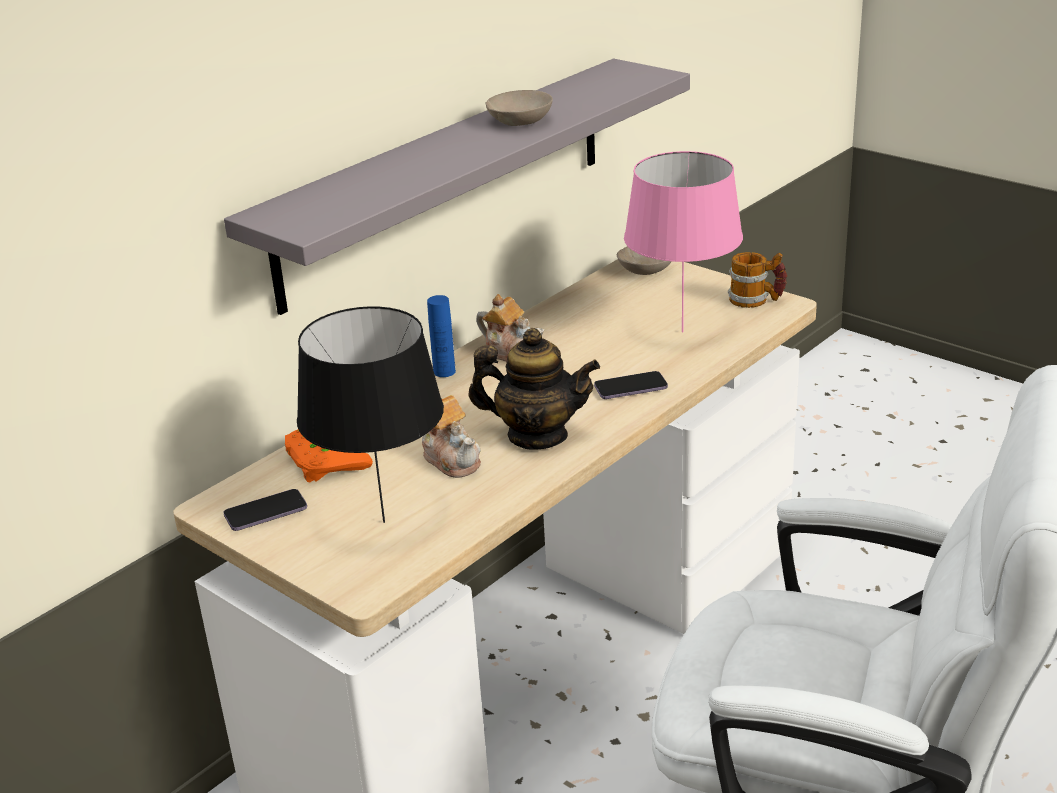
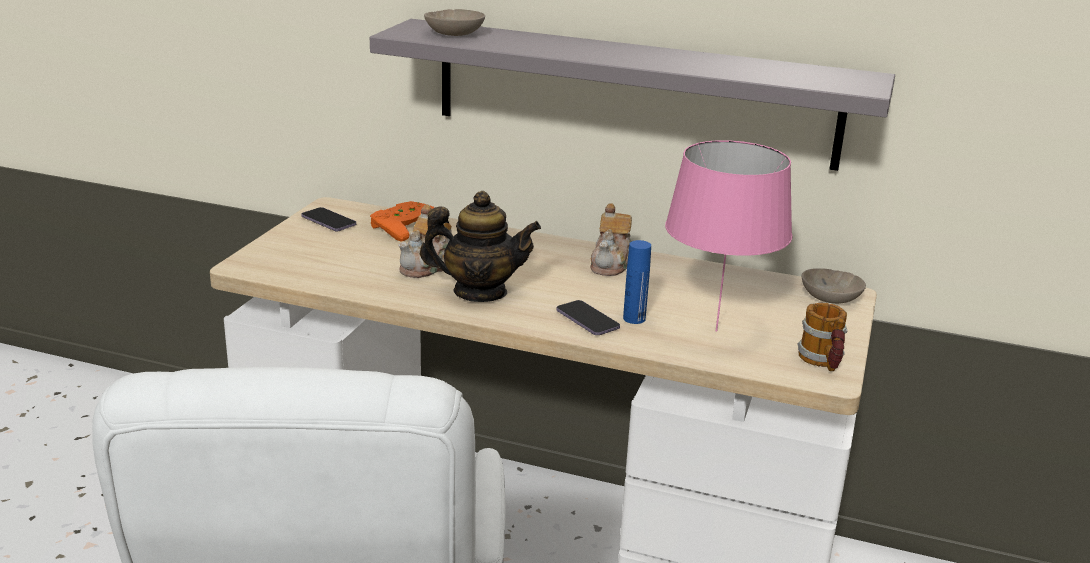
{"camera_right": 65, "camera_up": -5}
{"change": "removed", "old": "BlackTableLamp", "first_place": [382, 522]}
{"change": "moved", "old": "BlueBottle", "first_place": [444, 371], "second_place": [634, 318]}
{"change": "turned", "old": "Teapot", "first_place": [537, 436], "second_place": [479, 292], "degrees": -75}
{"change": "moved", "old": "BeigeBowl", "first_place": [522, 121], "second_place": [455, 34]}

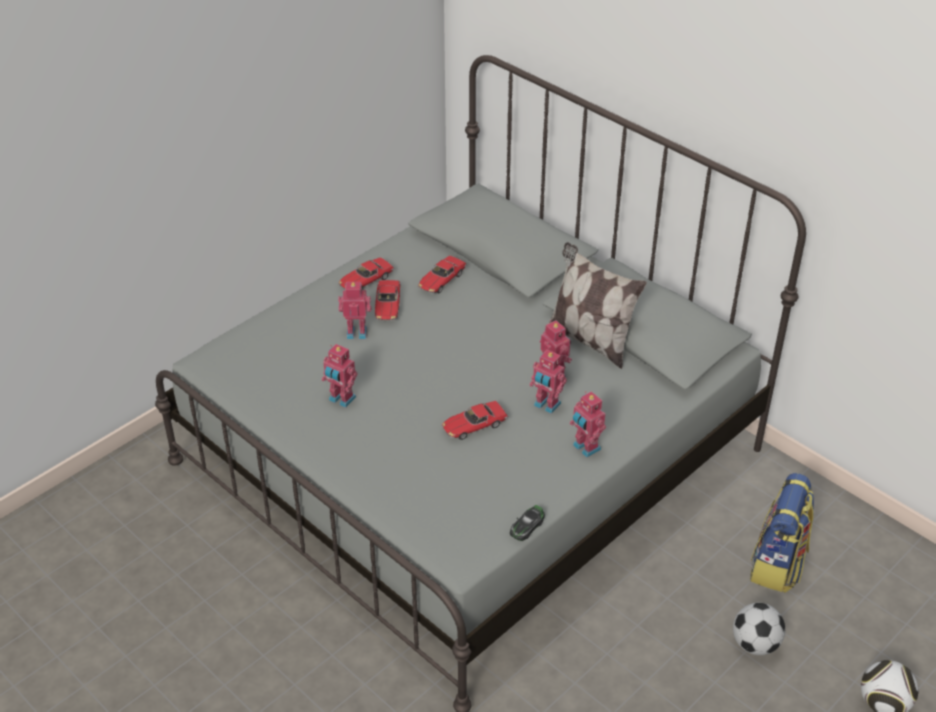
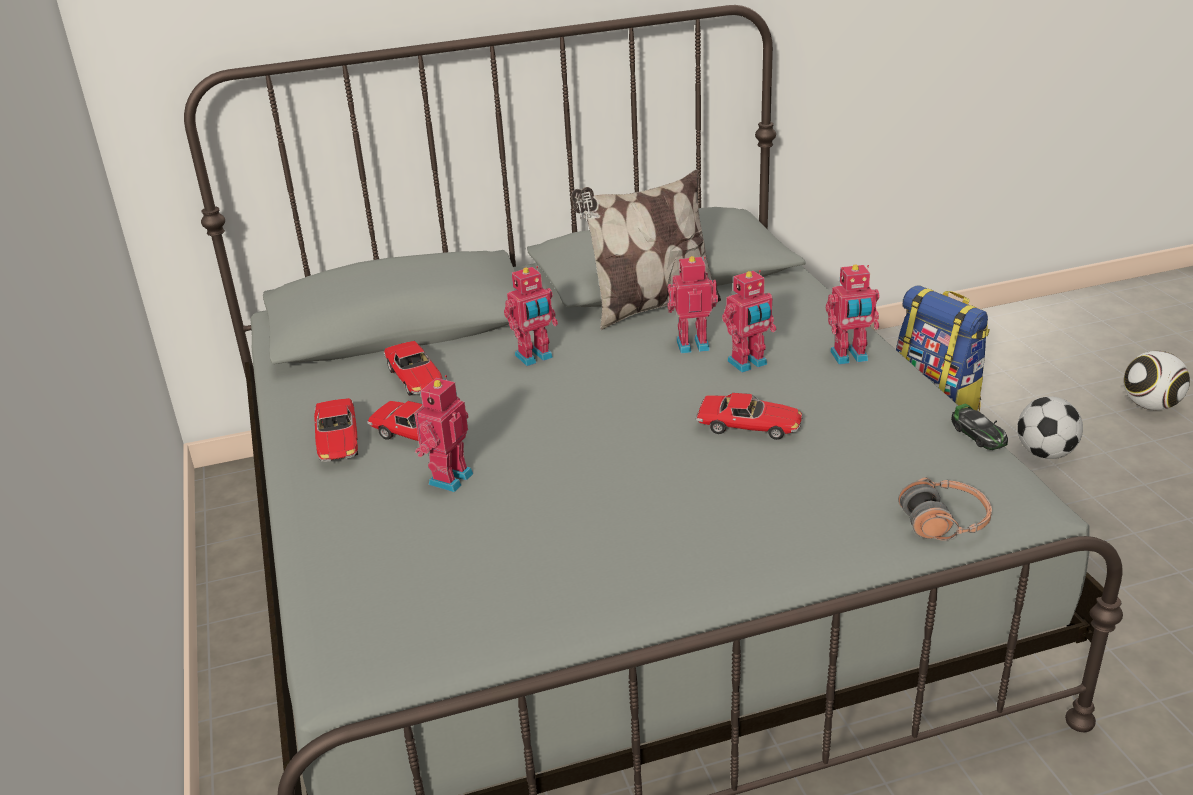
{"camera_right": -60, "camera_up": -10}
{"change": "moved", "old": "ToyRobot", "first_place": [341, 399], "second_place": [535, 357]}
{"change": "turned", "old": "ToyCar", "first_place": [474, 426], "second_place": [749, 426], "degrees": -75}
{"change": "added", "new": "Headphones", "second_place": [944, 522]}

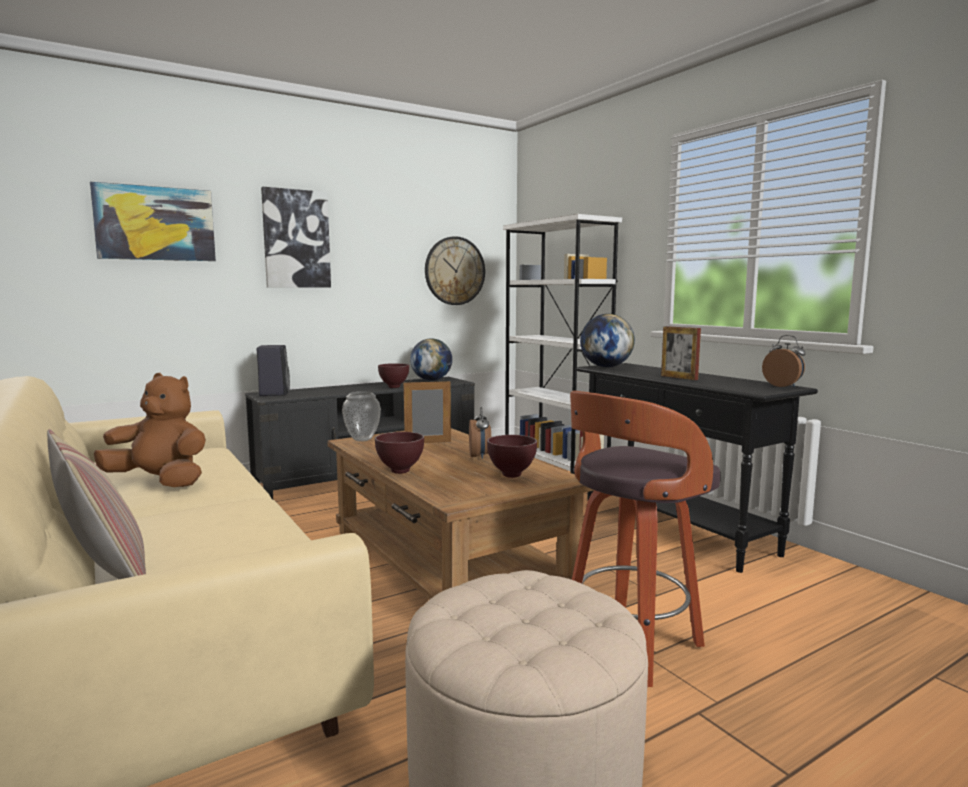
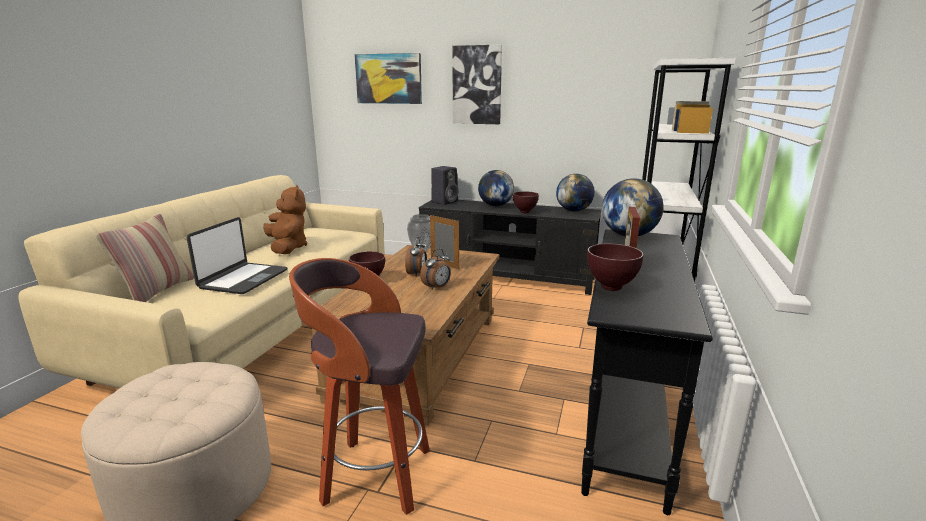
{"camera_right": 50, "camera_up": 10}
{"change": "removed", "old": "WallClock", "first_place": [454, 271]}
{"change": "moved", "old": "BrownBowl", "first_place": [512, 475], "second_place": [612, 288]}
{"change": "moved", "old": "AlarmClock", "first_place": [783, 386], "second_place": [417, 274]}
{"change": "added", "new": "Laptop", "second_place": [243, 279]}
{"change": "added", "new": "Globe", "second_place": [495, 205]}

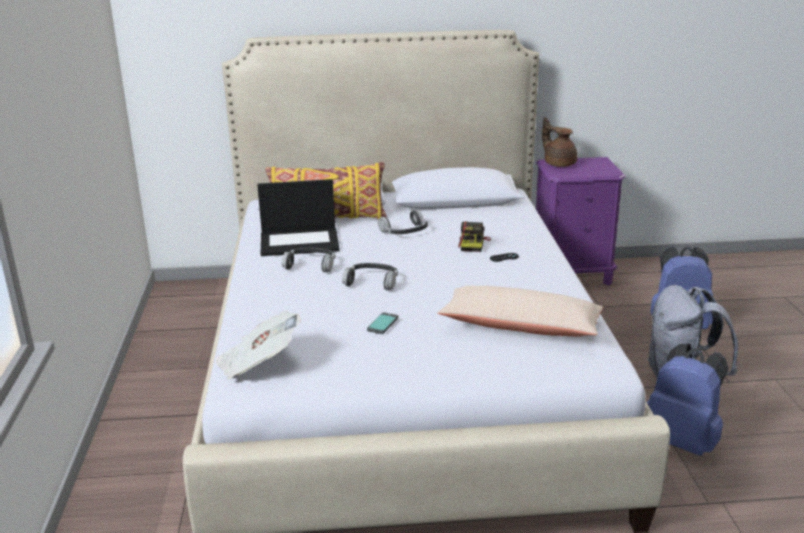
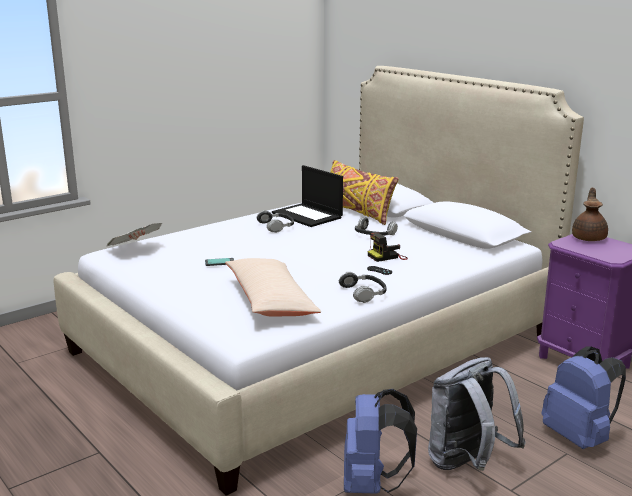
{"camera_right": 55, "camera_up": -5}
{"change": "moved", "old": "Headphones", "first_place": [372, 282], "second_place": [364, 293]}

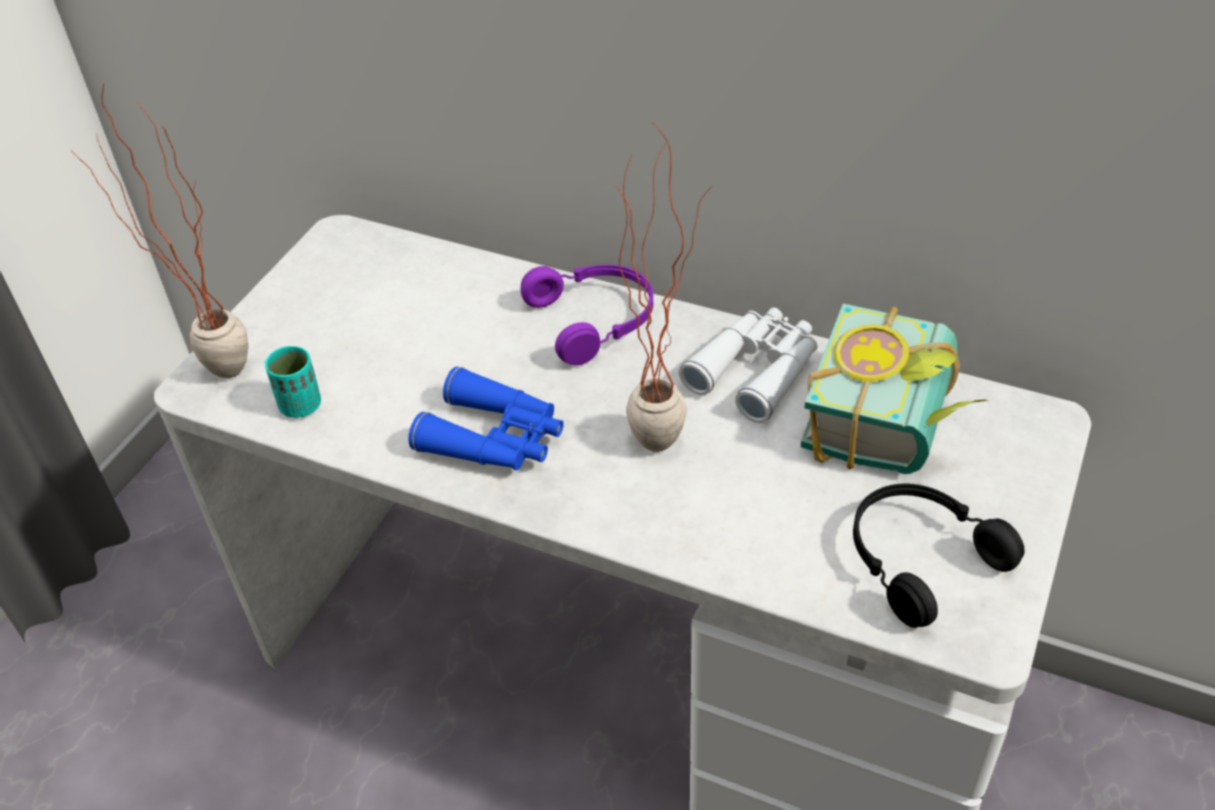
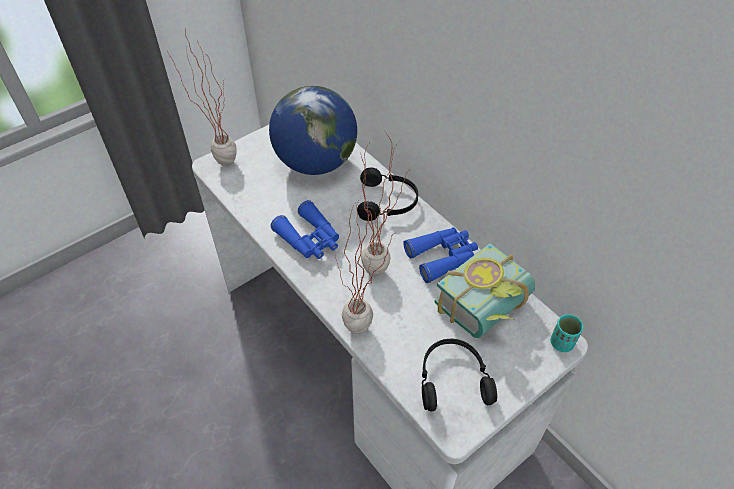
{"camera_right": 25, "camera_up": 5}
{"change": "moved", "old": "TurquoiseCup", "first_place": [301, 405], "second_place": [562, 343]}
{"change": "recoloured", "old": "PurpleHeadphones", "new": "BlackHeadphones", "first_place": [595, 320], "second_place": [388, 202]}
{"change": "recoloured", "old": "WhiteBinoculars", "new": "BlueBinoculars", "first_place": [756, 370], "second_place": [442, 257]}
{"change": "added", "new": "Globe", "second_place": [316, 163]}
{"change": "added", "new": "PottedPlant", "second_place": [364, 334]}

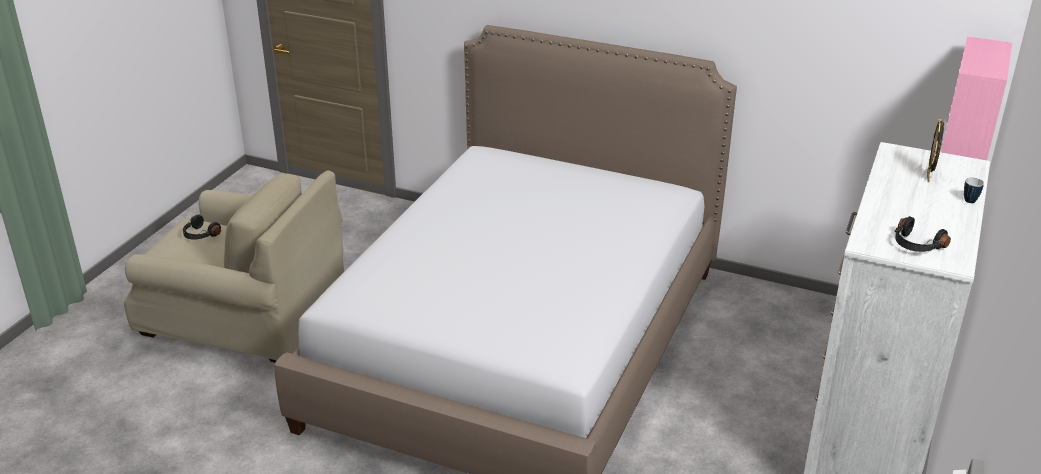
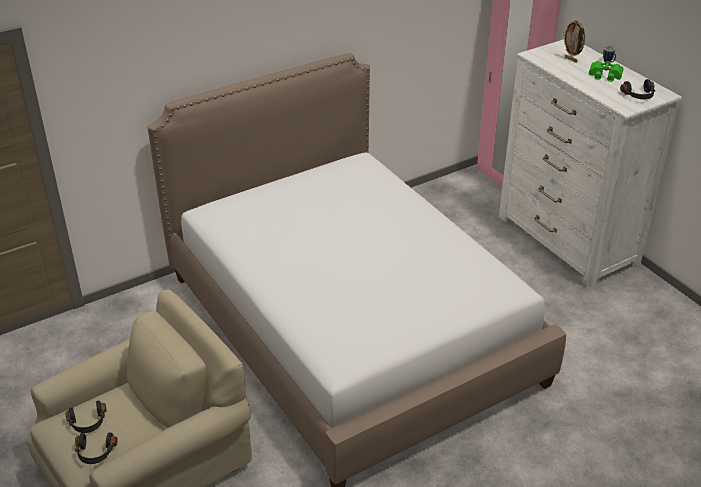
{"camera_right": -55, "camera_up": 5}
{"change": "added", "new": "BlackHeadphones", "second_place": [95, 453]}
{"change": "added", "new": "GreenBinoculars", "second_place": [605, 75]}

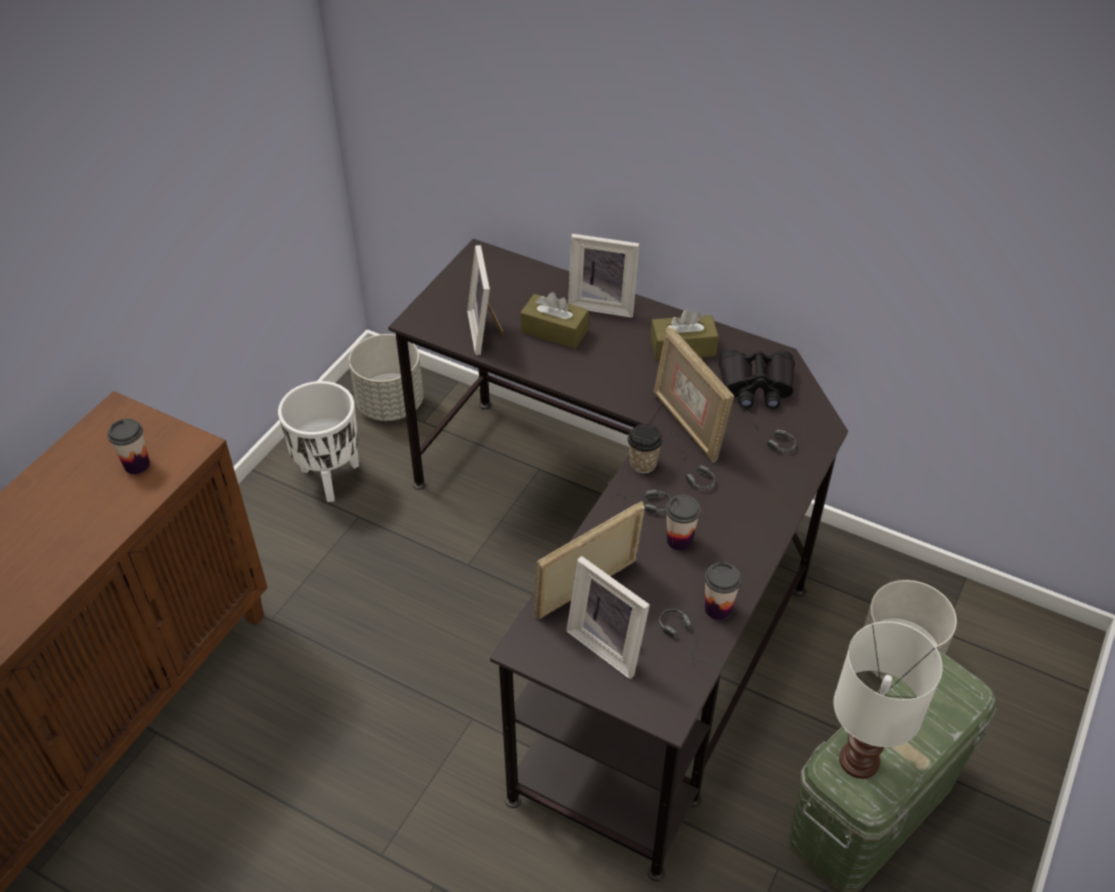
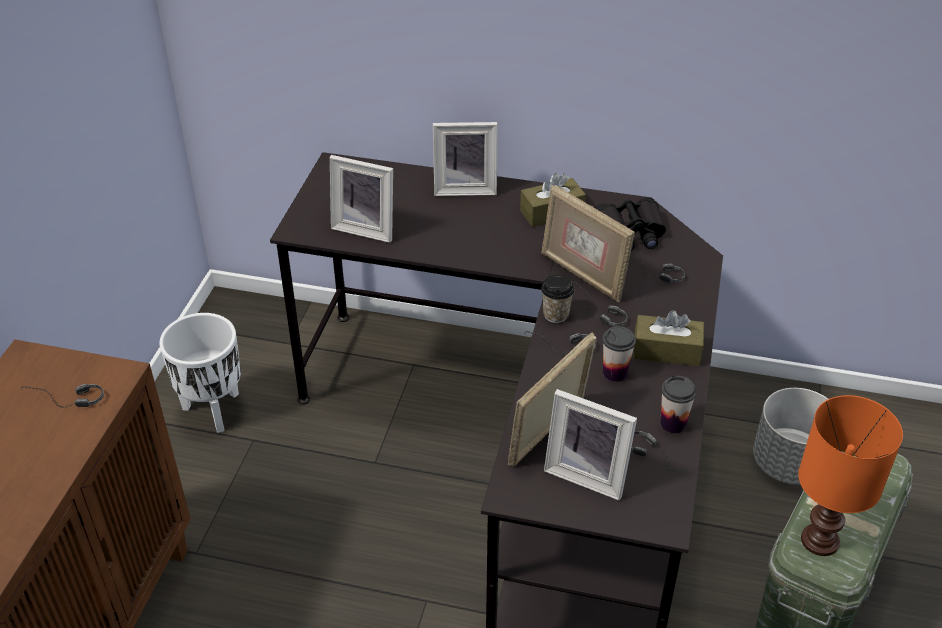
{"camera_right": -15, "camera_up": -5}
{"change": "replaced", "old": "Cup", "new": "Headphones", "first_place": [137, 465], "second_place": [64, 402]}
{"change": "removed", "old": "GreyPlanter", "first_place": [389, 404]}
{"change": "turned", "old": "PictureFrame", "first_place": [486, 331], "second_place": [366, 228], "degrees": -45}
{"change": "moved", "old": "BrownTissueBox", "first_place": [554, 331], "second_place": [666, 350]}
{"change": "recoloured", "old": "WhiteTableLamp", "new": "OrangeTableLamp", "first_place": [860, 760], "second_place": [821, 540]}

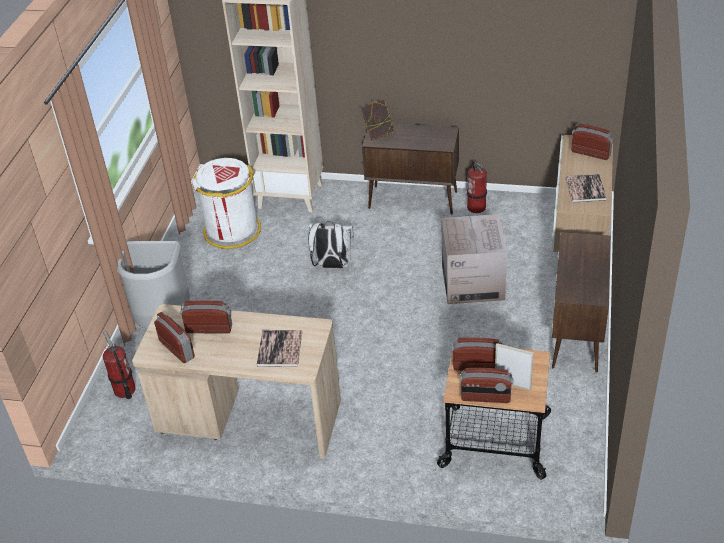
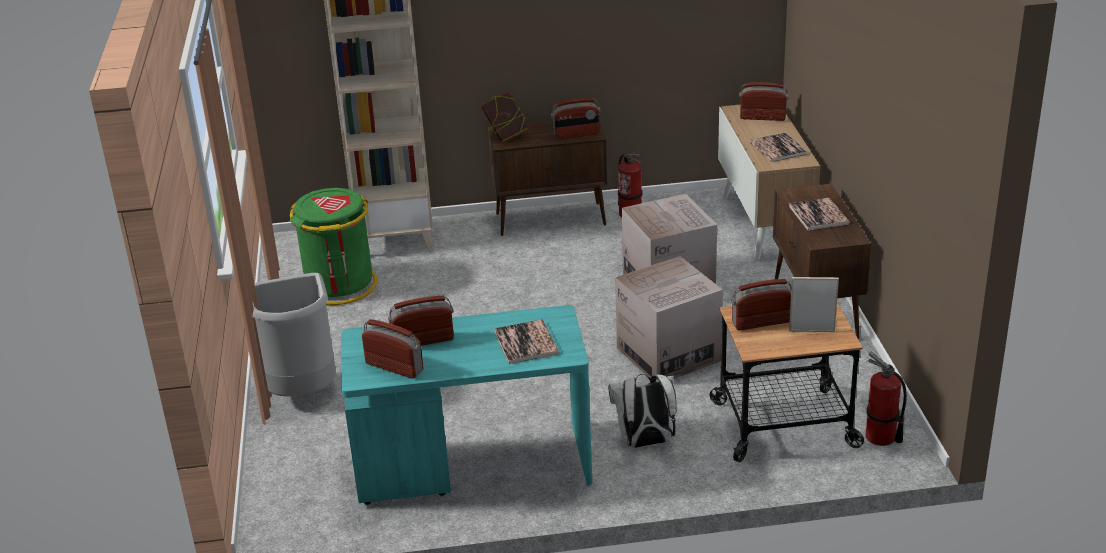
{"camera_right": -20, "camera_up": -10}
{"change": "moved", "old": "FireExtinguisher", "first_place": [124, 390], "second_place": [880, 437]}
{"change": "recoloured", "old": "BeigeDesk", "new": "TurquoiseDesk", "first_place": [248, 418], "second_place": [473, 466]}
{"change": "recoloured", "old": "WhiteTrashCan", "new": "GreenTrashCan", "first_place": [232, 231], "second_place": [339, 285]}
{"change": "moved", "old": "WhiteBackpack", "first_place": [332, 265], "second_place": [645, 443]}
{"change": "moved", "old": "Radio", "first_place": [485, 397], "second_place": [576, 134]}
{"change": "added", "new": "CardboardBox", "second_place": [668, 354]}
{"change": "added", "new": "Book", "second_place": [818, 215]}

